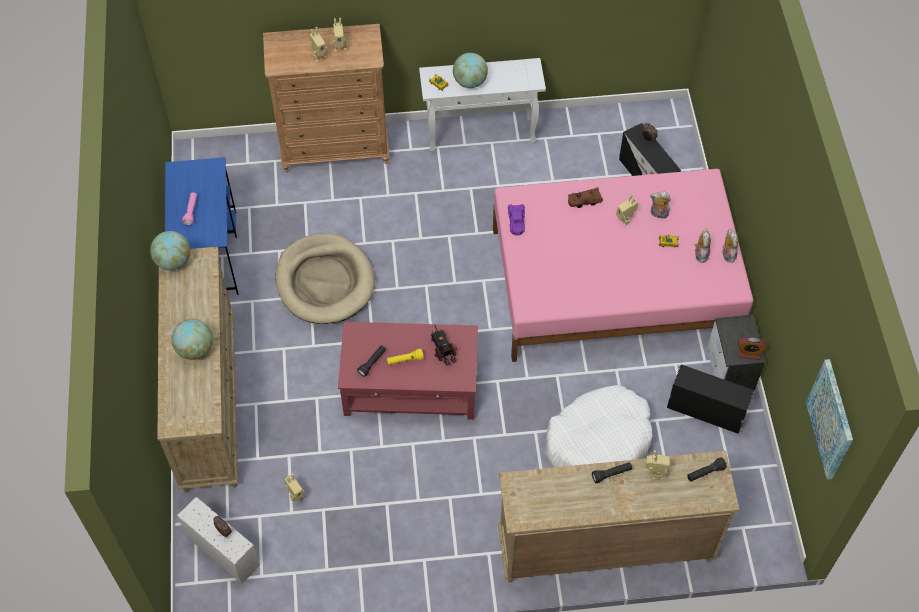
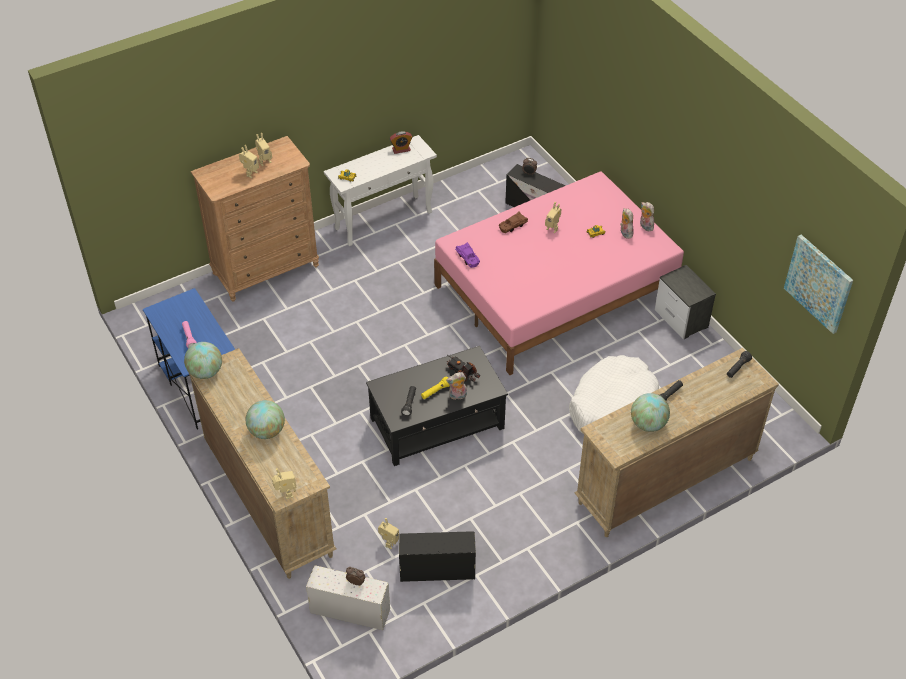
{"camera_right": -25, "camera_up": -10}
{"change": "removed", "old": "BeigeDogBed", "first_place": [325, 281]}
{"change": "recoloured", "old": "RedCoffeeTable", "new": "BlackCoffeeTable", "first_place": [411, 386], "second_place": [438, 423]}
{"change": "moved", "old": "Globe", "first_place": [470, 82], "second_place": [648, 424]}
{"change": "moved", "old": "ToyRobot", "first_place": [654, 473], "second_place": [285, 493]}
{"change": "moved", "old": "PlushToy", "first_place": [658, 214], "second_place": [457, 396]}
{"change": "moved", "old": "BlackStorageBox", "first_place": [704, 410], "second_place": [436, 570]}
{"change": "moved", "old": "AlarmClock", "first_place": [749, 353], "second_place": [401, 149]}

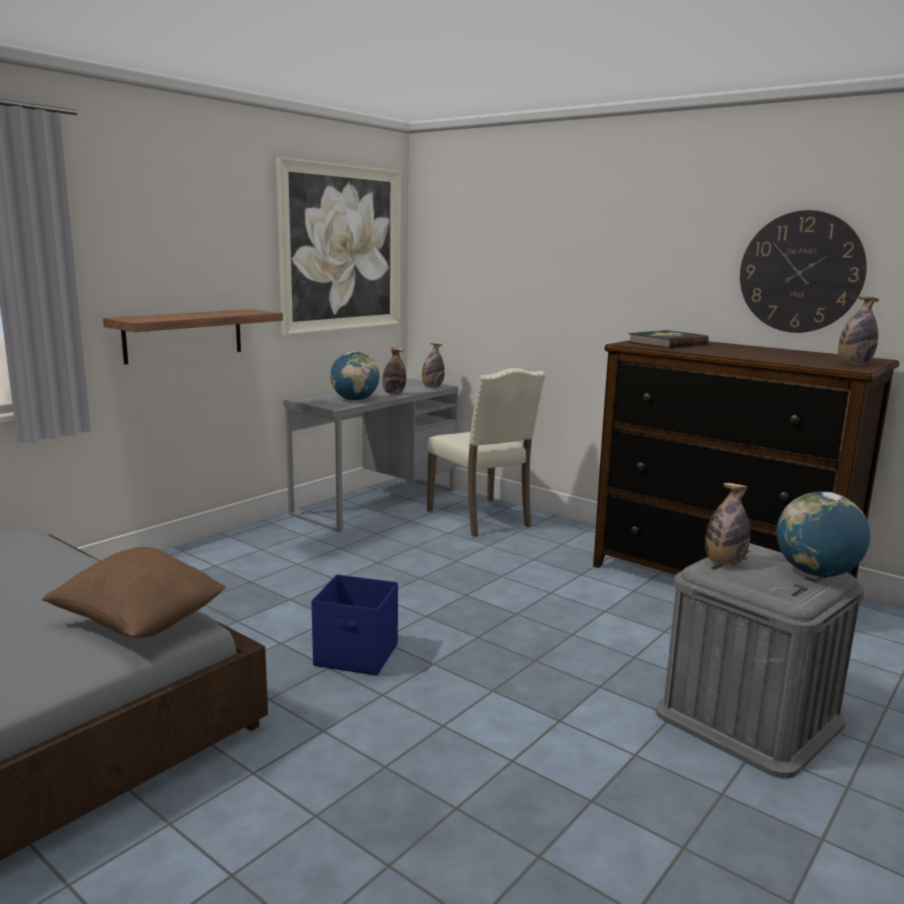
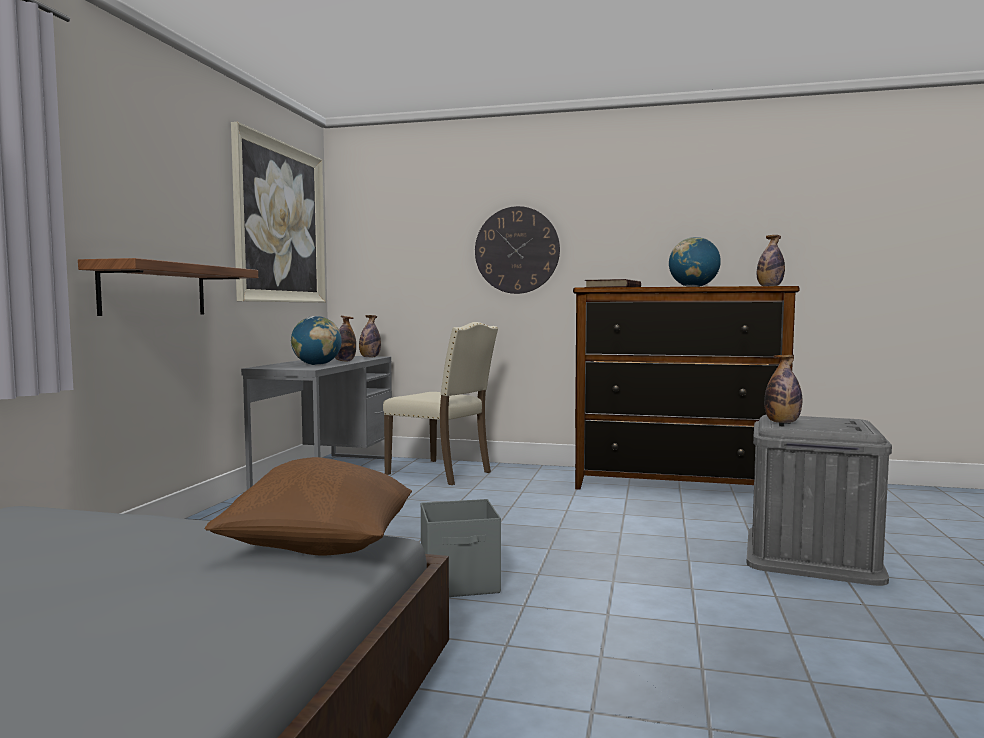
{"camera_right": -25, "camera_up": -10}
{"change": "recoloured", "old": "BlueStorageBox", "new": "GreyStorageBox", "first_place": [357, 656], "second_place": [461, 583]}
{"change": "moved", "old": "WallClock", "first_place": [800, 272], "second_place": [517, 250]}
{"change": "moved", "old": "Globe", "first_place": [816, 573], "second_place": [693, 287]}

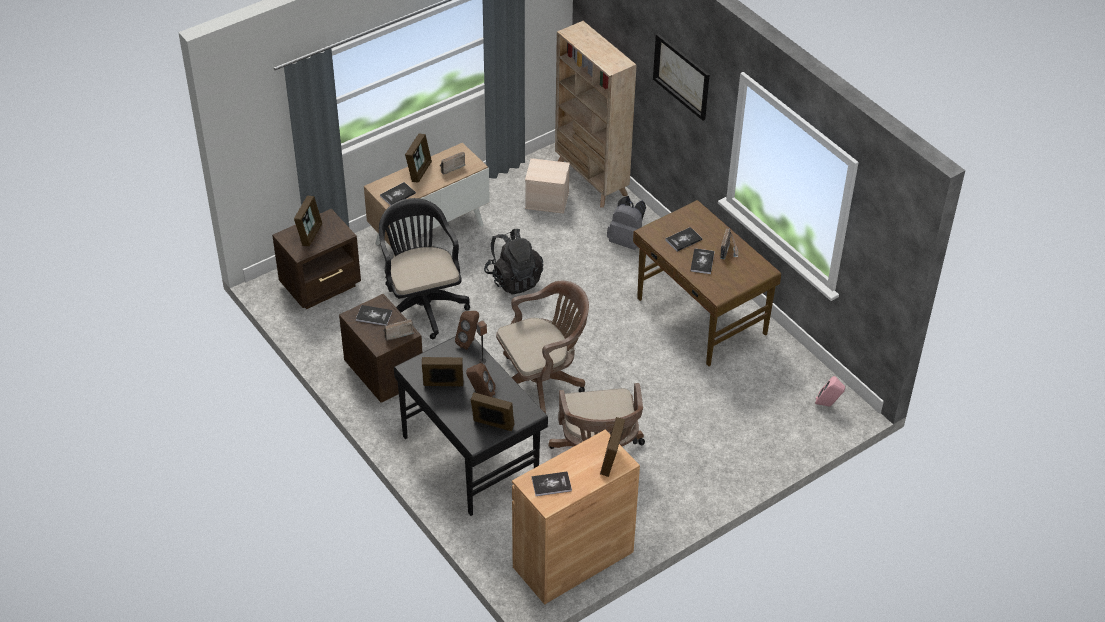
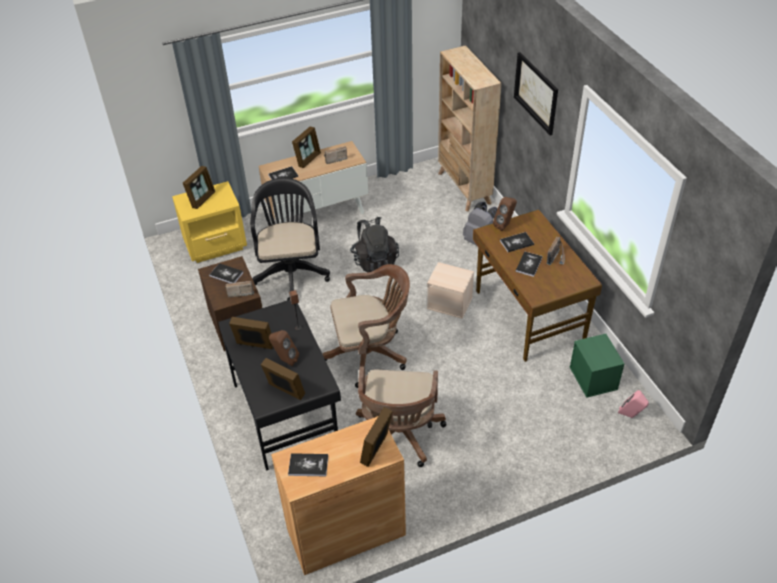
{"camera_right": 15, "camera_up": 0}
{"change": "recoloured", "old": "BrownNightstand", "new": "YellowNightstand", "first_place": [322, 286], "second_place": [216, 245]}
{"change": "moved", "old": "BrownSpeaker", "first_place": [469, 342], "second_place": [505, 225]}
{"change": "moved", "old": "BeigeStorageBox", "first_place": [547, 200], "second_place": [450, 303]}
{"change": "added", "new": "GreenStorageBox", "second_place": [594, 378]}

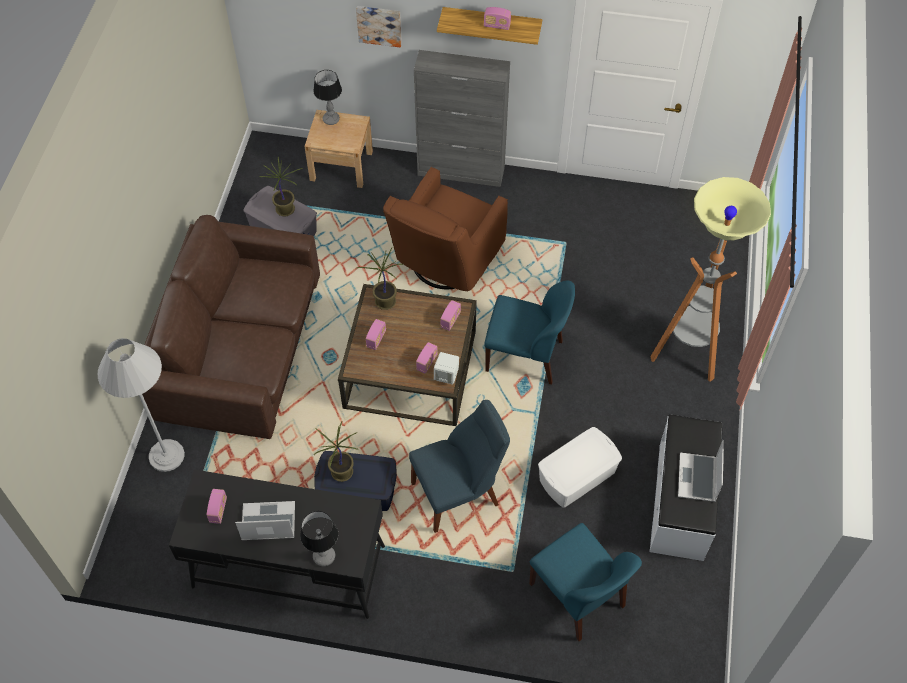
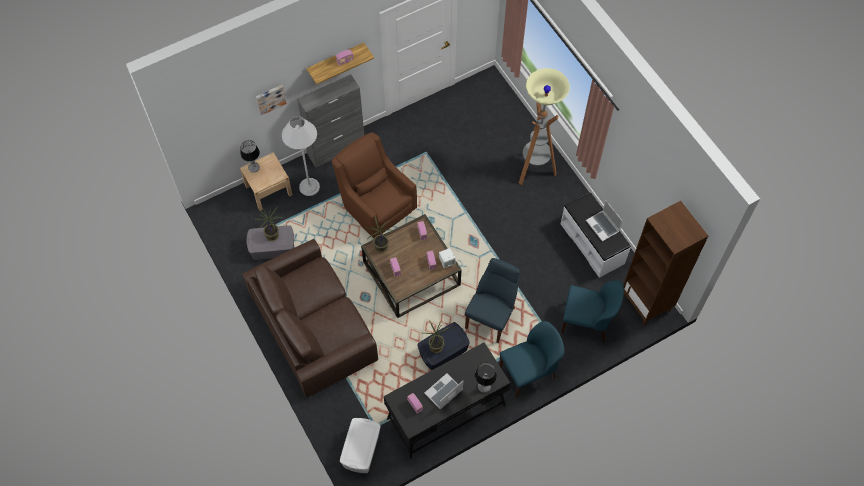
{"camera_right": -40, "camera_up": 5}
{"change": "moved", "old": "WhiteFloorLamp", "first_place": [166, 455], "second_place": [309, 187]}
{"change": "turned", "old": "BrownArmchair", "first_place": [445, 263], "second_place": [376, 205], "degrees": 150}
{"change": "moved", "old": "BlueChair", "first_place": [526, 356], "second_place": [528, 372]}
{"change": "moved", "old": "WhiteStorageBox", "first_place": [576, 476], "second_place": [361, 449]}
{"change": "added", "new": "BrownBookcase", "second_place": [646, 303]}

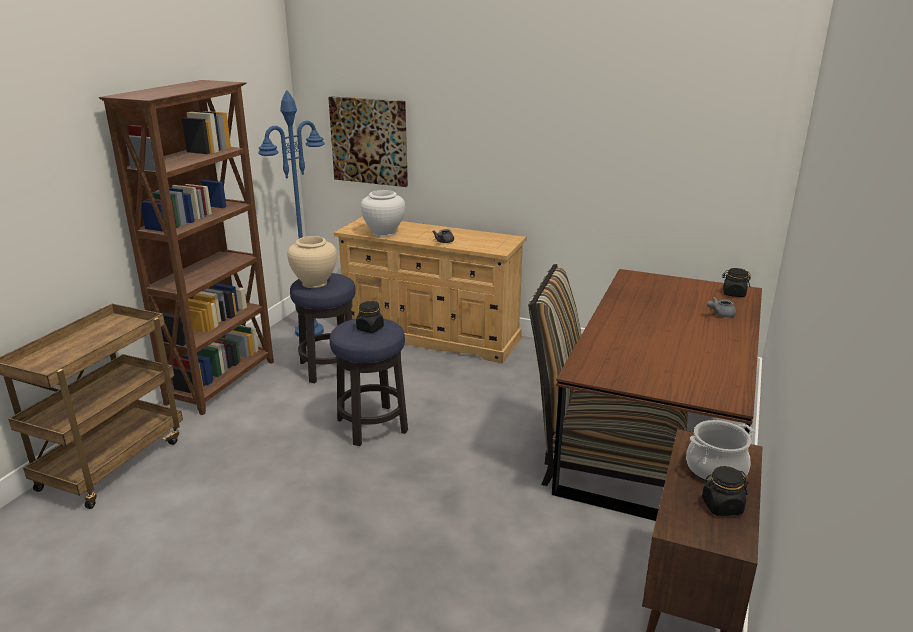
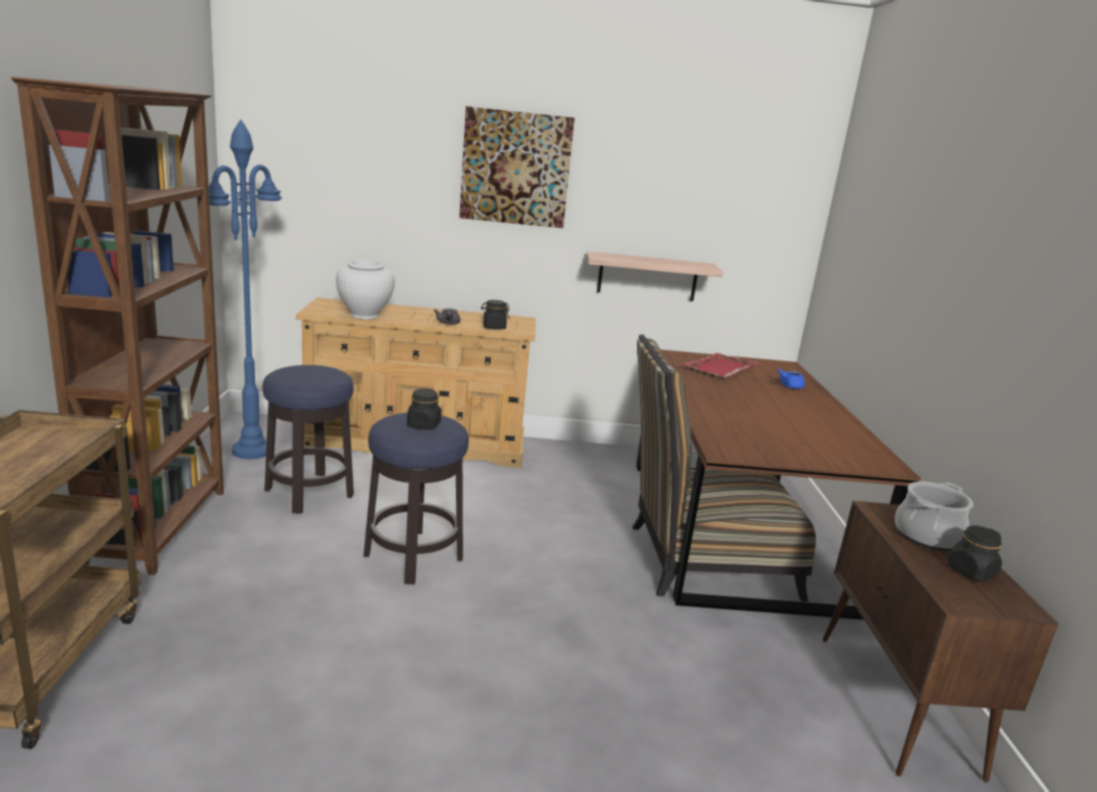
{"camera_right": -25, "camera_up": -5}
{"change": "removed", "old": "BeigeVase", "first_place": [314, 283]}
{"change": "moved", "old": "Picture", "first_place": [369, 141], "second_place": [516, 168]}
{"change": "recoloured", "old": "GreyTeapot", "new": "BlueTeapot", "first_place": [720, 314], "second_place": [789, 386]}
{"change": "moved", "old": "BlackJar", "first_place": [733, 294], "second_place": [494, 327]}
{"change": "added", "new": "Shelf", "second_place": [647, 277]}
{"change": "added", "new": "RedTray", "second_place": [719, 368]}

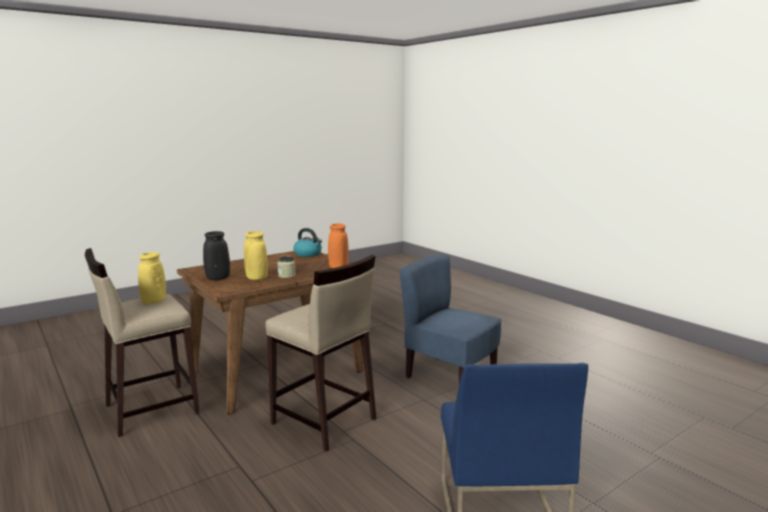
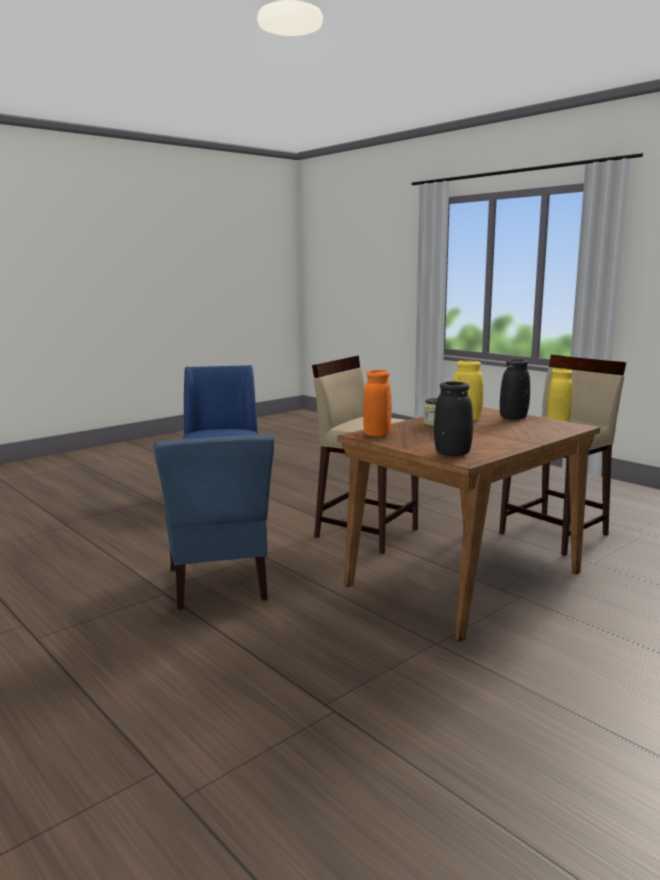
{"camera_right": 175, "camera_up": 0}
{"change": "replaced", "old": "Kettle", "new": "BlackVase", "first_place": [308, 254], "second_place": [452, 454]}
{"change": "turned", "old": "BlueChair", "first_place": [450, 376], "second_place": [220, 584], "degrees": 45}

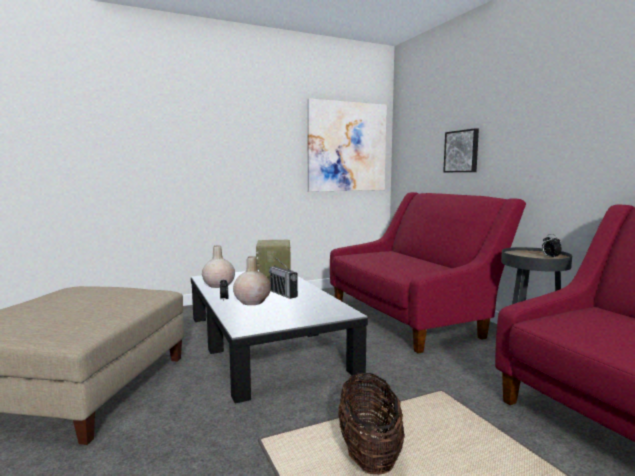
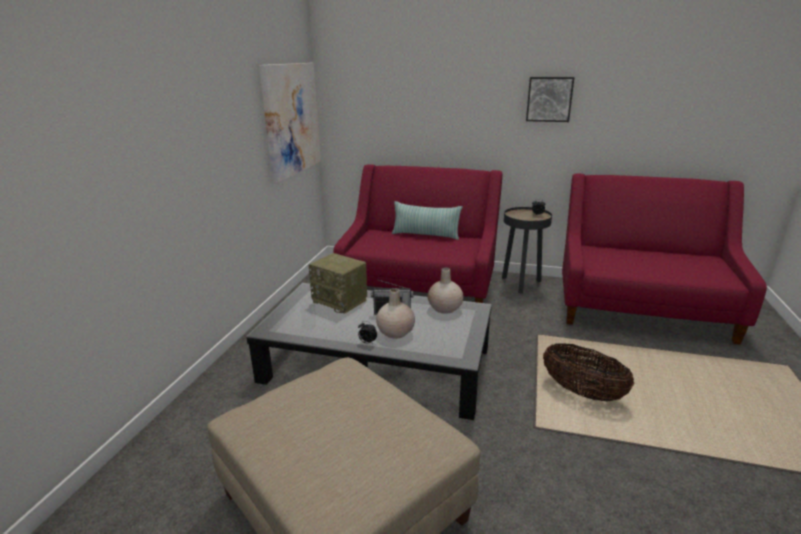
{"camera_right": -50, "camera_up": 15}
{"change": "moved", "old": "BeigeVase", "first_place": [218, 285], "second_place": [444, 308]}
{"change": "moved", "old": "Picture", "first_place": [462, 151], "second_place": [549, 99]}
{"change": "added", "new": "Pillow", "second_place": [425, 235]}

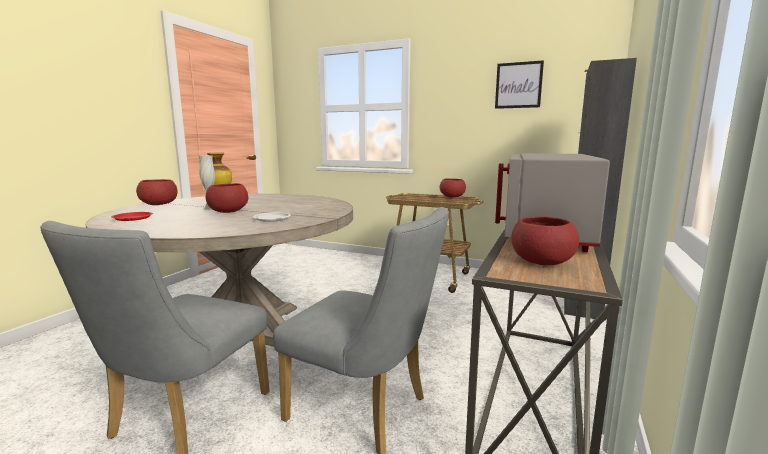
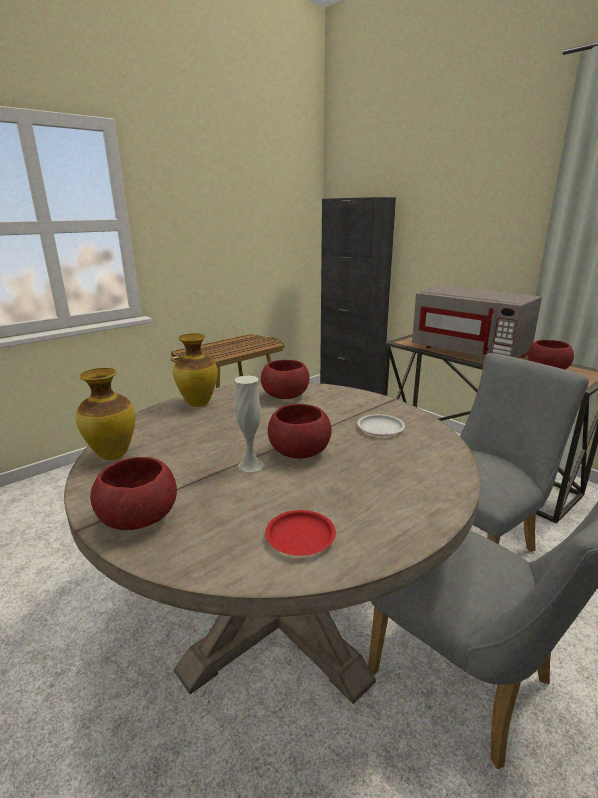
{"camera_right": -65, "camera_up": 10}
{"change": "moved", "old": "RedBowl", "first_place": [452, 197], "second_place": [286, 396]}
{"change": "removed", "old": "Picture", "first_place": [518, 85]}
{"change": "added", "new": "Vase", "second_place": [197, 404]}

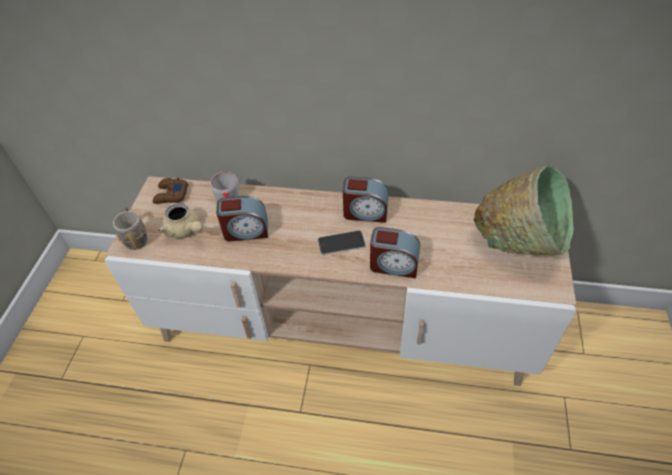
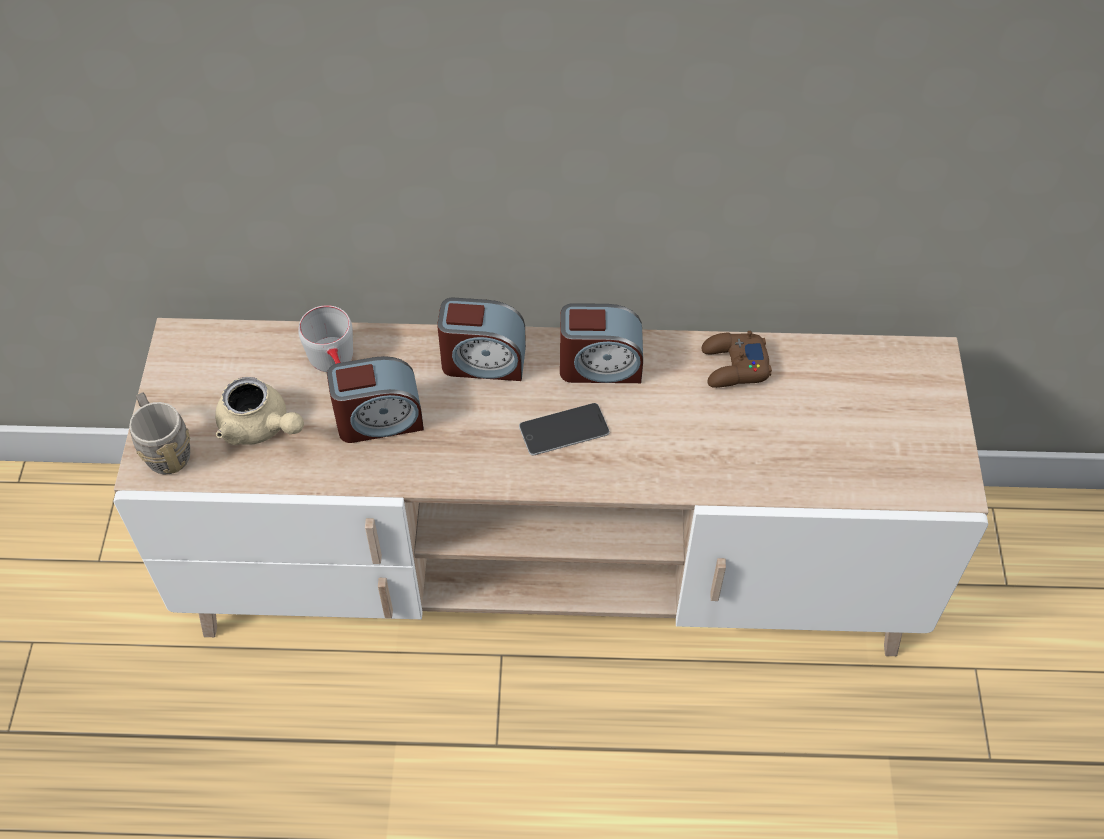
{"camera_right": -10, "camera_up": 5}
{"change": "moved", "old": "BrownGameController", "first_place": [171, 195], "second_place": [734, 366]}
{"change": "moved", "old": "AlarmClock", "first_place": [393, 265], "second_place": [483, 361]}
{"change": "removed", "old": "GreenBowl", "first_place": [519, 244]}

